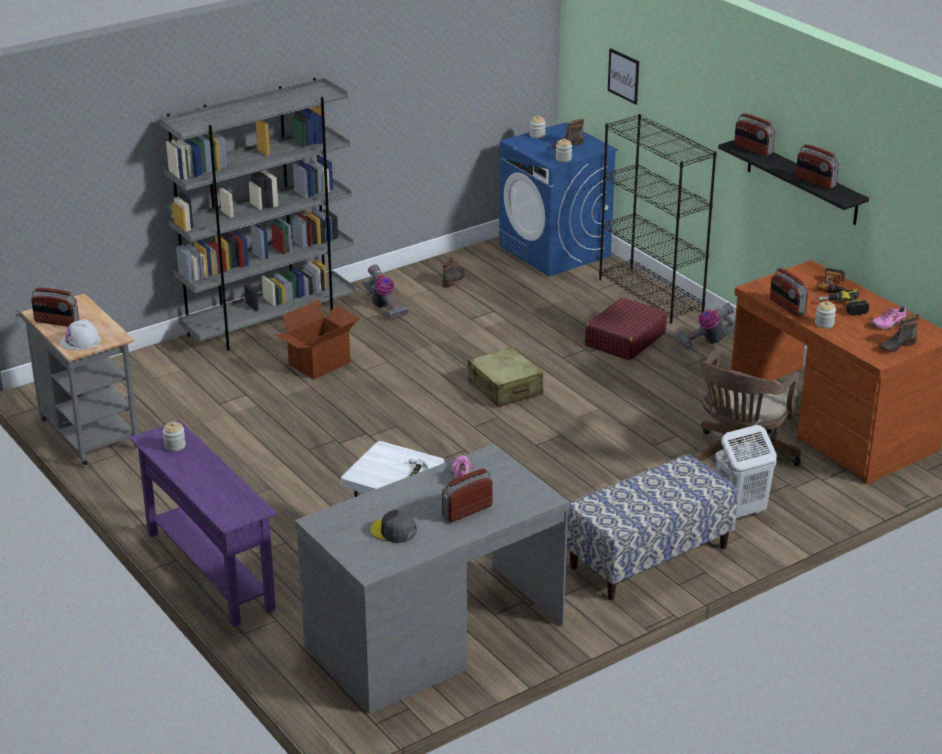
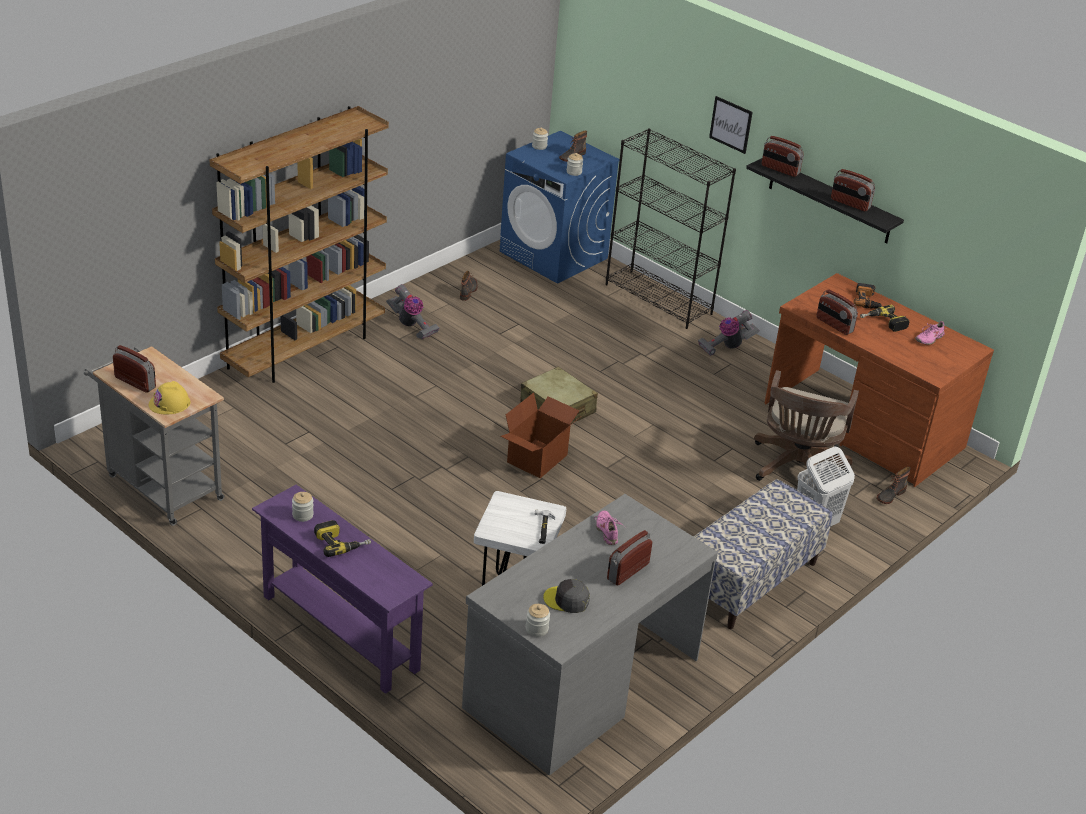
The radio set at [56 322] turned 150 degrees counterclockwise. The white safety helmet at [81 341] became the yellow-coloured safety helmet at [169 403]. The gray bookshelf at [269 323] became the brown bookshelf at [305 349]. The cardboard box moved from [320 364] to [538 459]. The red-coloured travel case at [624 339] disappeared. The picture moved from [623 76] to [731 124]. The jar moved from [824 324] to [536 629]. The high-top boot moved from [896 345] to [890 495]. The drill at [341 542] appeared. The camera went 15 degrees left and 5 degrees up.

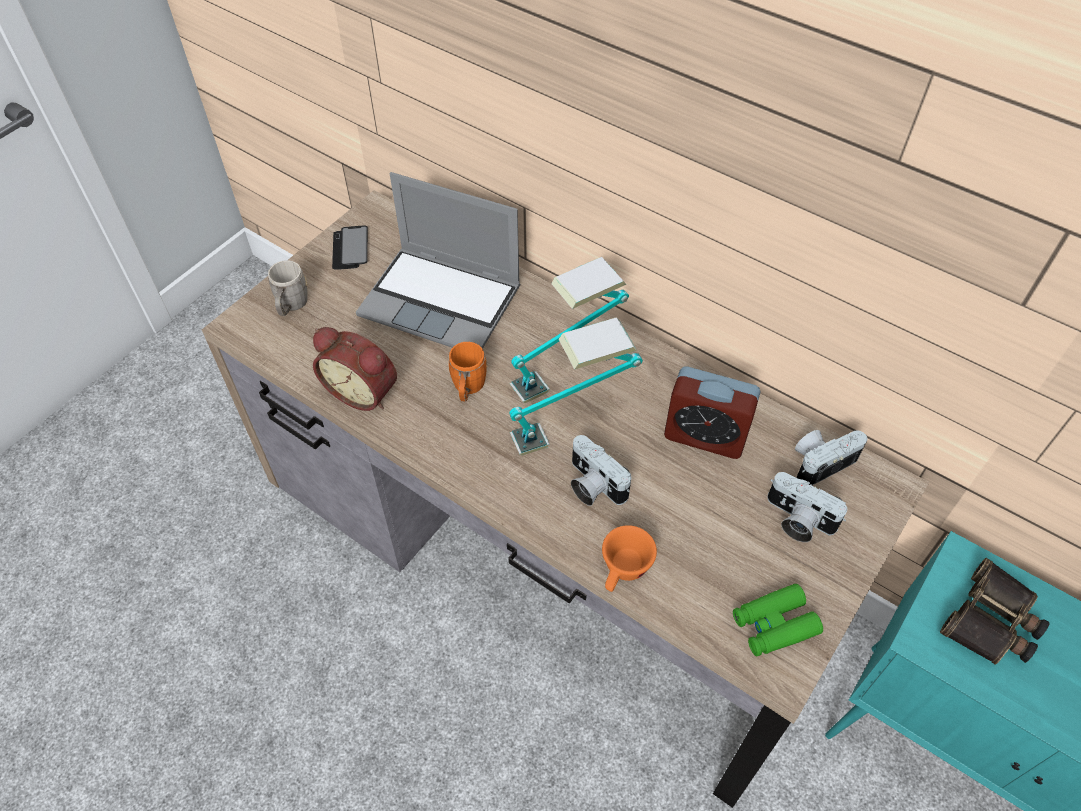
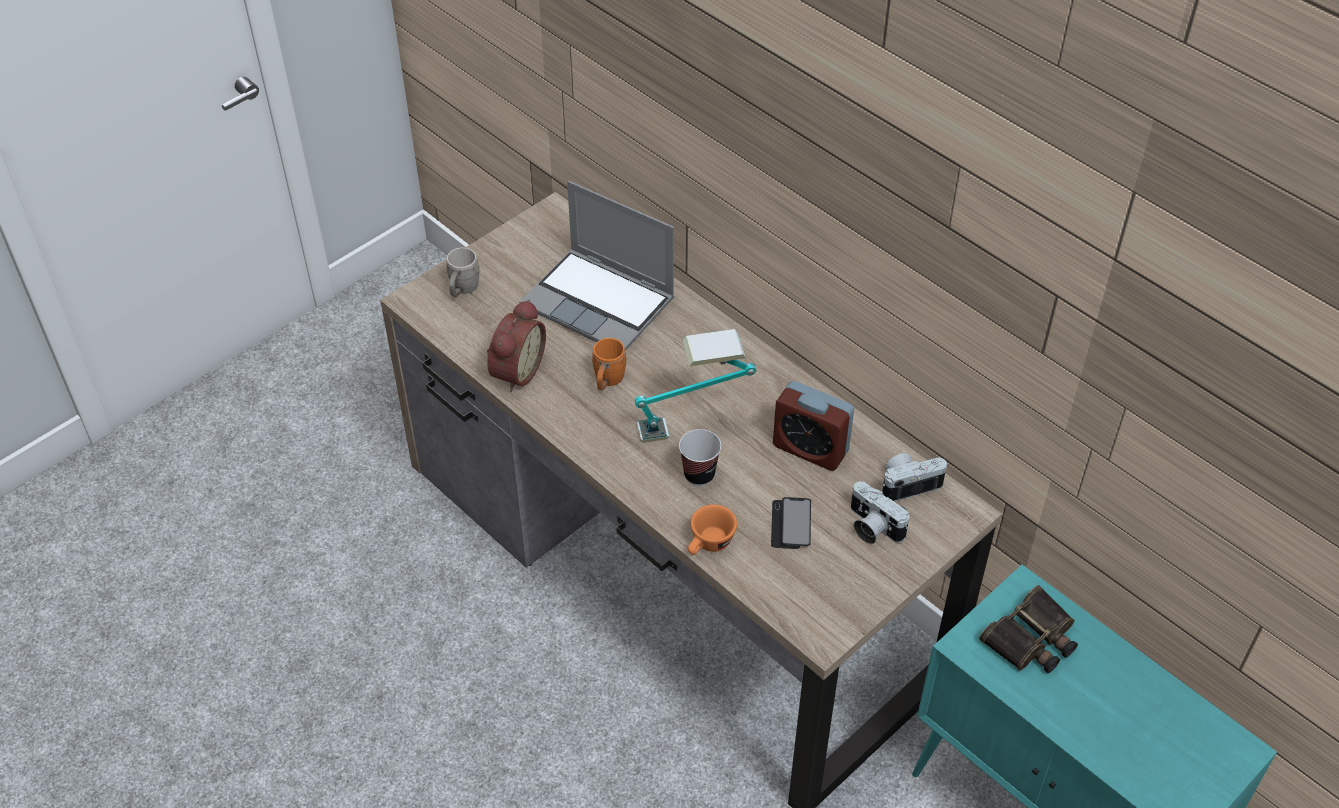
The alarm clock at [363 390] turned 105 degrees counterclockwise. The phone moved from [350 249] to [791 524]. The table lamp at [567 370] disappeared. The still camera at [592 485] was replaced by the cup at [699 474]. The green-coloured field glasses at [774 625] disappeared. The camera went 10 degrees right and 5 degrees down.

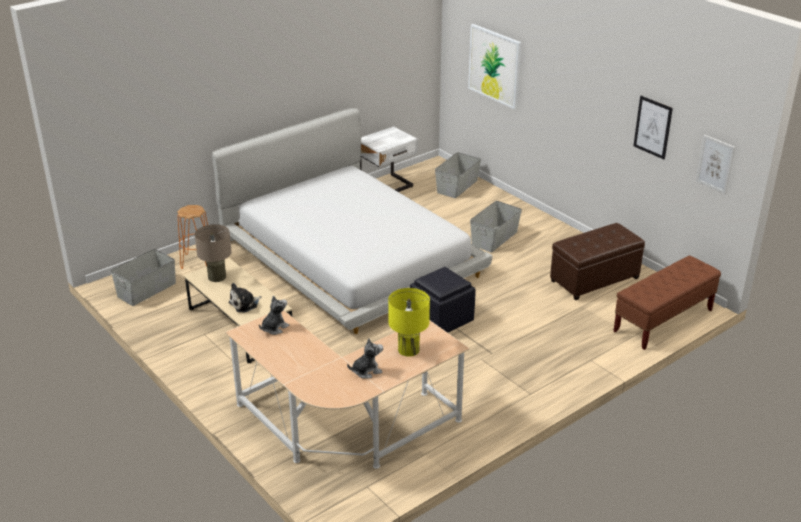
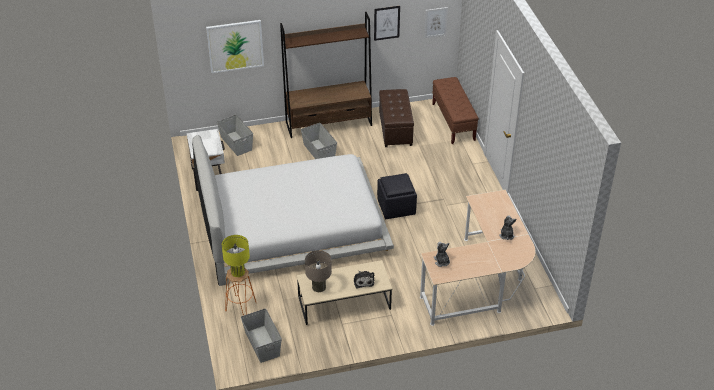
The yellow-coloured table lamp moved from [408 349] to [238 272]. The brown bookshelf at [329 123] appeared. The camera went 65 degrees left and 10 degrees up.

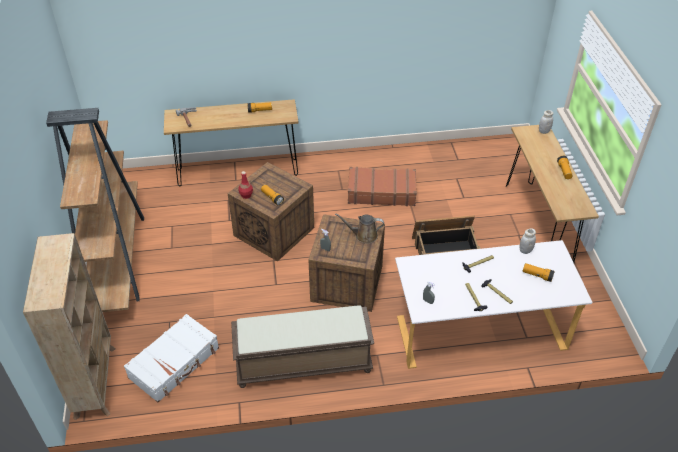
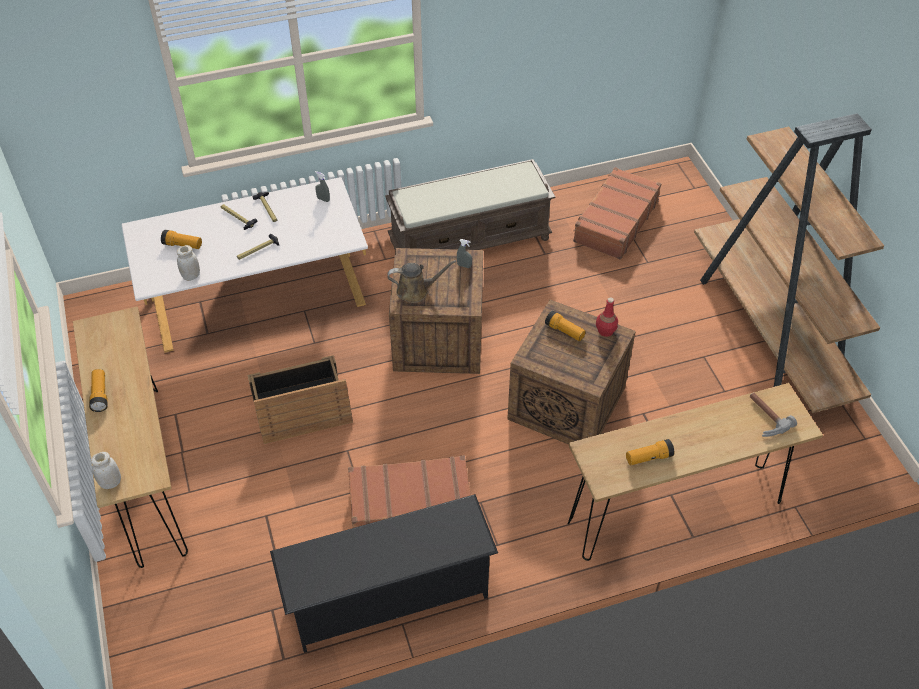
The beige-coloured bookshelf at [95 381] disappeared. The white travel case at [175 363] became the brown travel case at [615 221]. The black shoe stand at [388 597] appeared. The camera went 170 degrees right and 5 degrees up.

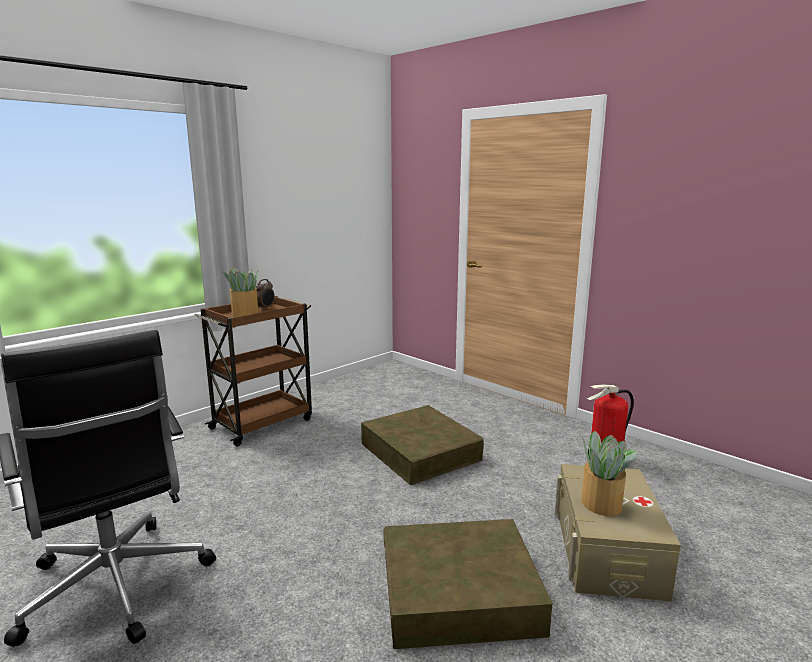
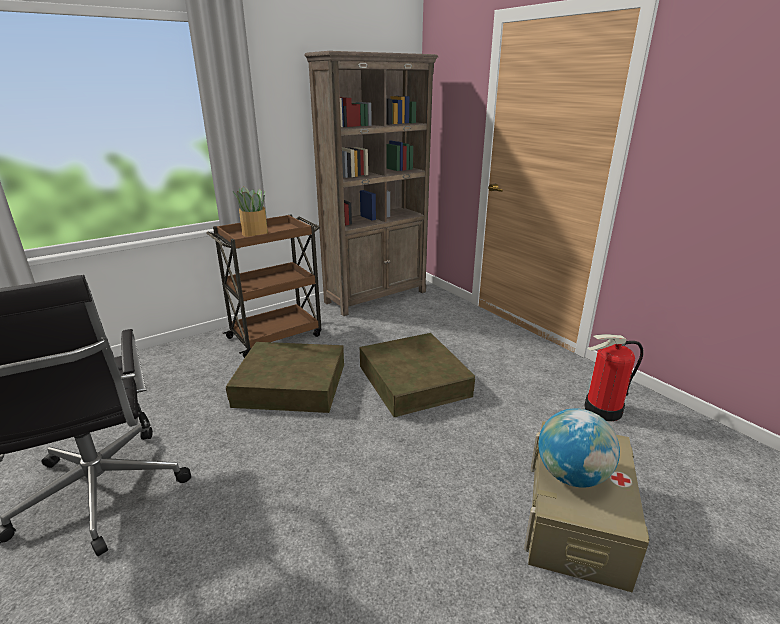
The alarm clock at [265 308] disappeared. The brown storage box moved from [459 592] to [291 385]. The houseplant at [601 503] was replaced by the world globe at [572 475]. The brown bookshelf at [376 297] appeared. The camera went 10 degrees right and 10 degrees up.

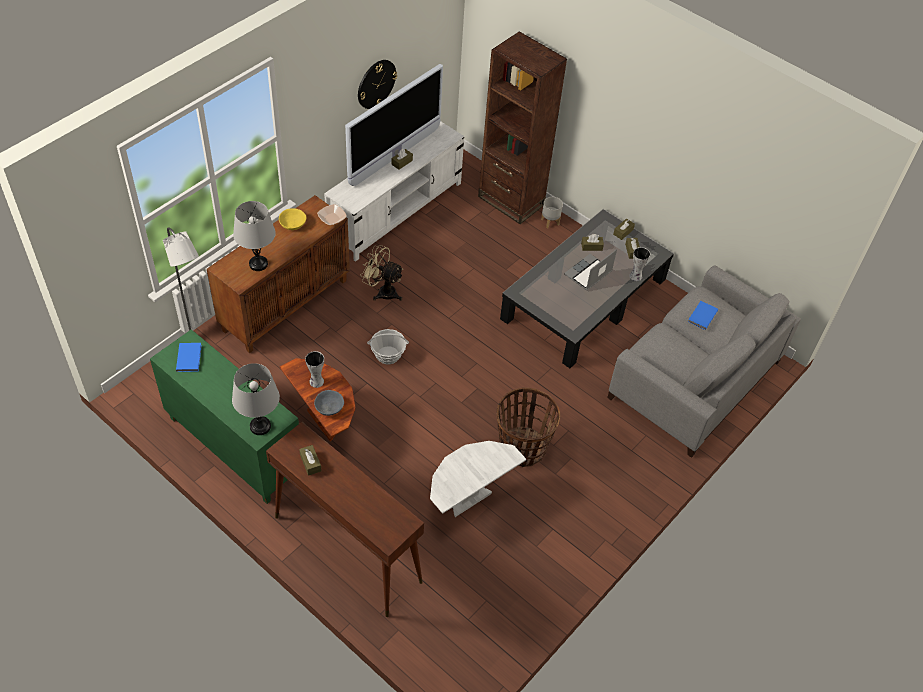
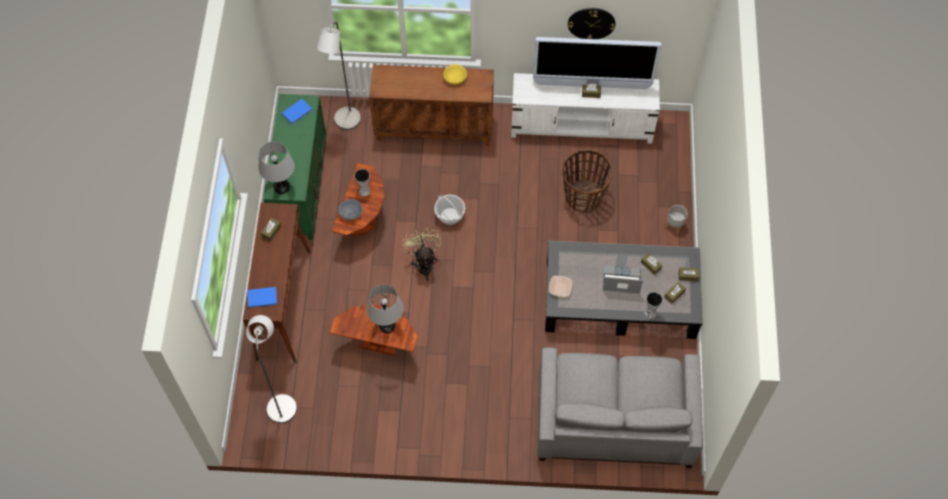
The gray table lamp moved from [258 264] to [387 325]. The bowl moved from [332 218] to [560 288]. The beige-coloured electric fan moved from [382 291] to [424 263]. The white side table at [468 499] became the brown side table at [379 345]. The brown bookshelf at [511 201] disappeared. The storage basket moved from [522 448] to [583 196]. The blue-coloured book moved from [701 316] to [261 297]. The gray standard lamp at [282 403] appeared. The camera went 55 degrees right and 10 degrees up.

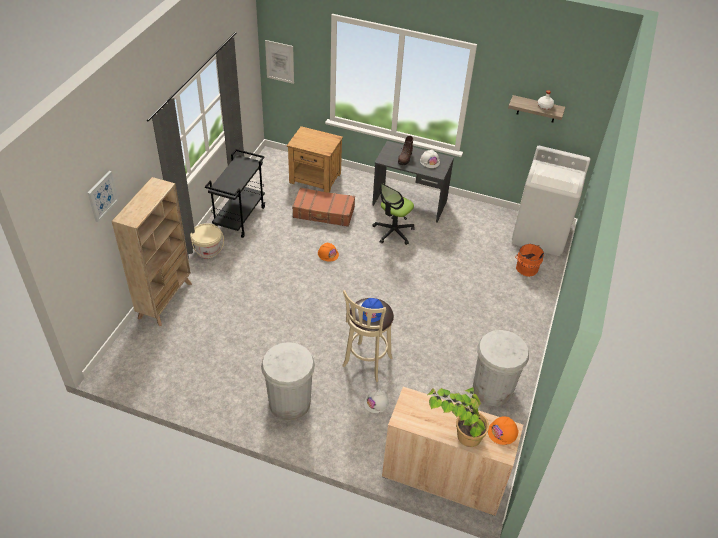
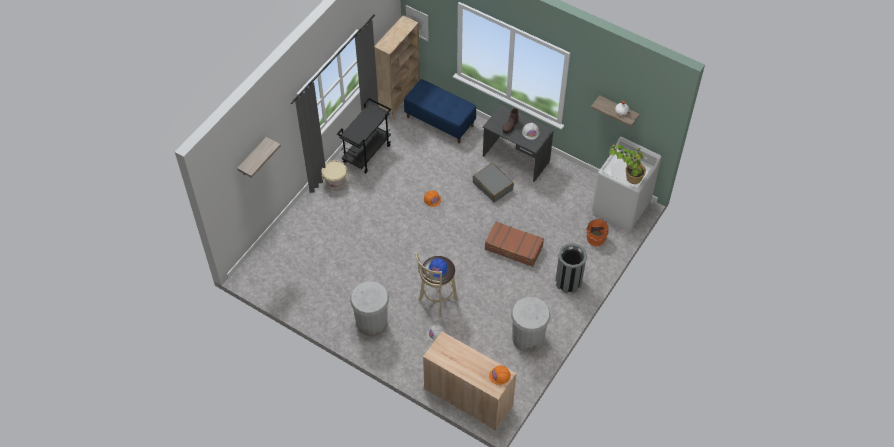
The picture at [102 196] was replaced by the bracket shelf at [252 157]. The beige-coloured bookshelf moved from [165 300] to [400 101]. The brown night table at [315 179] was replaced by the blue-coloured bench at [440 121]. The brown travel case moved from [324 213] to [513 248]. The computer chair at [393 232] was replaced by the gray travel case at [493 186]. The houseplant moved from [456 432] to [626 174]. The gray waste bin at [568 282] appeared. The camera went 15 degrees right and 10 degrees up.

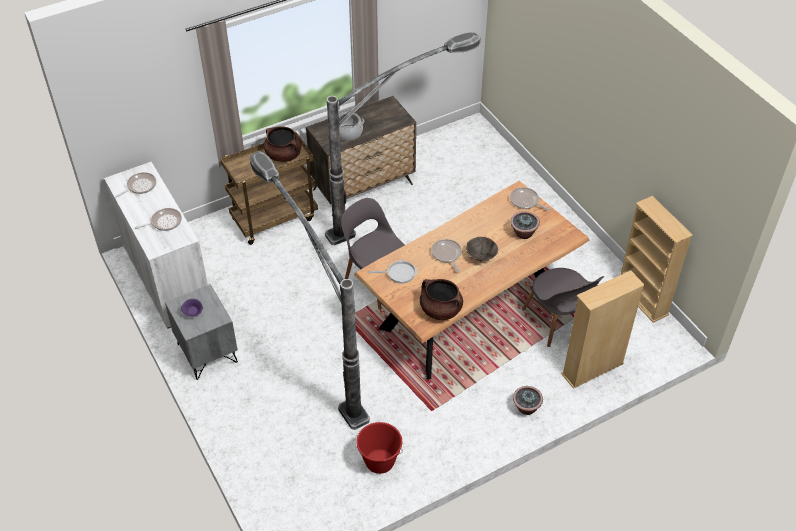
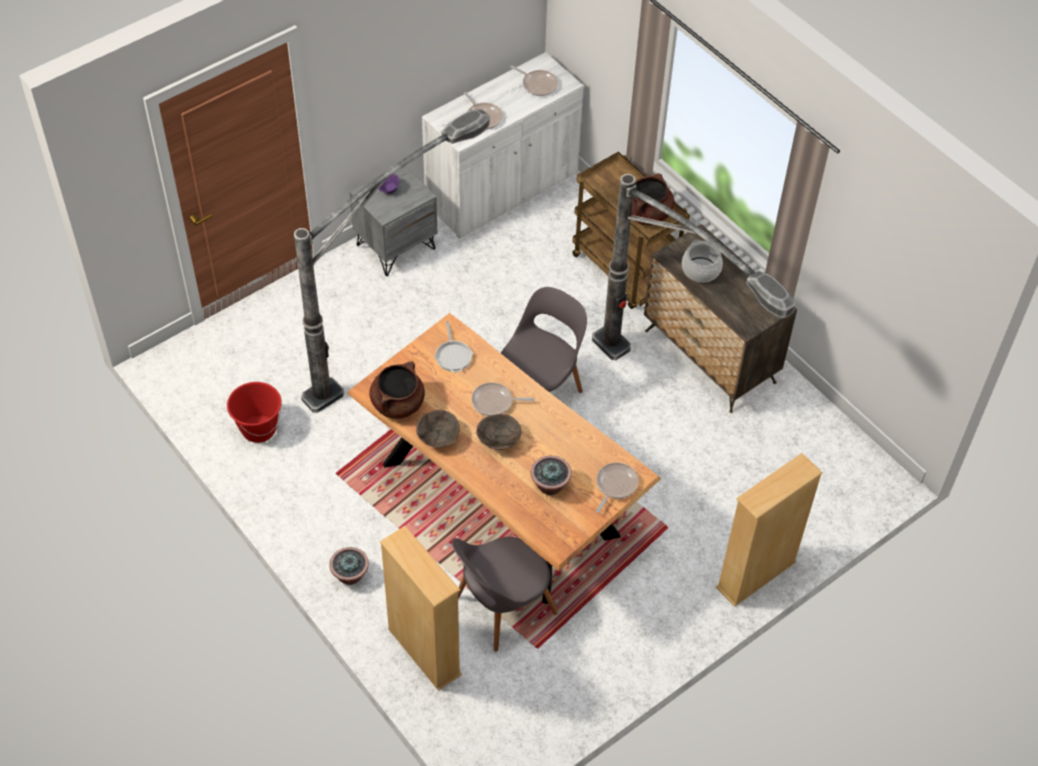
The frying pan at [447 254] turned 150 degrees counterclockwise. The beige-coloured bookshelf moved from [642 299] to [756 575]. The brown bowl at [438 437] appeared. The camera went 80 degrees right and 5 degrees up.

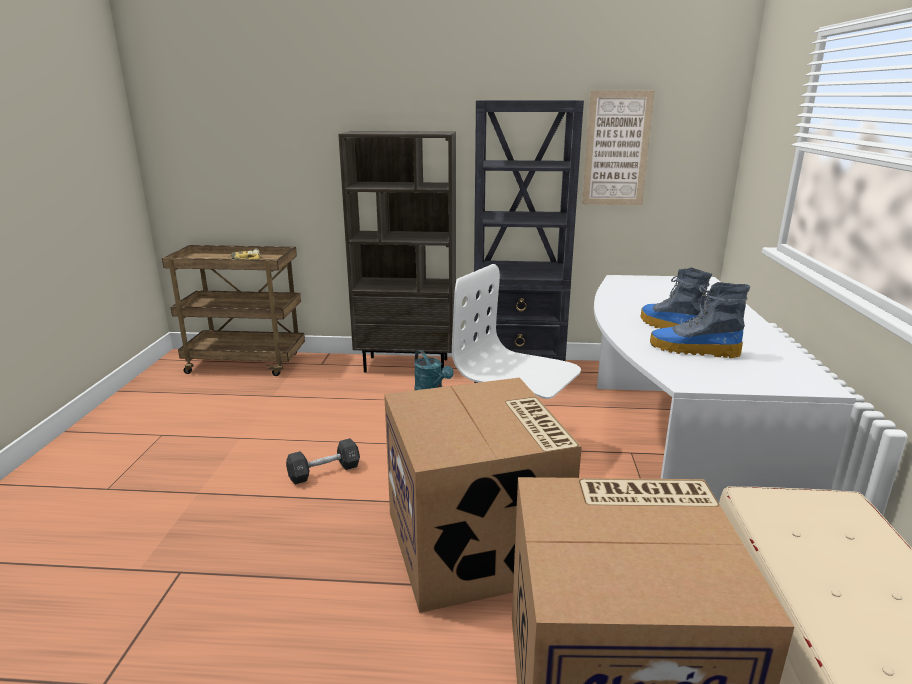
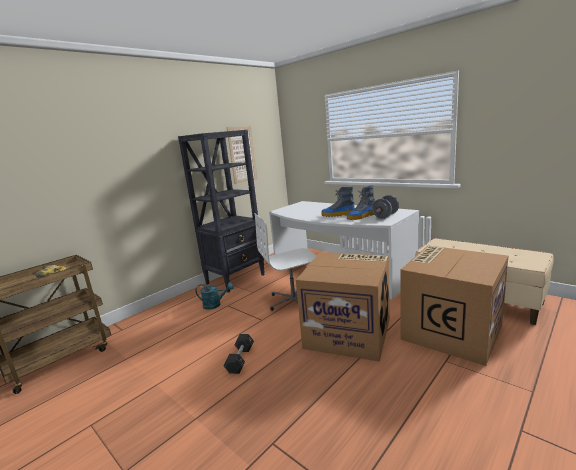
The brown bookshelf at [407 365] disappeared. The gray hand weight at [385 216] appeared. The camera went 50 degrees left and 5 degrees down.

